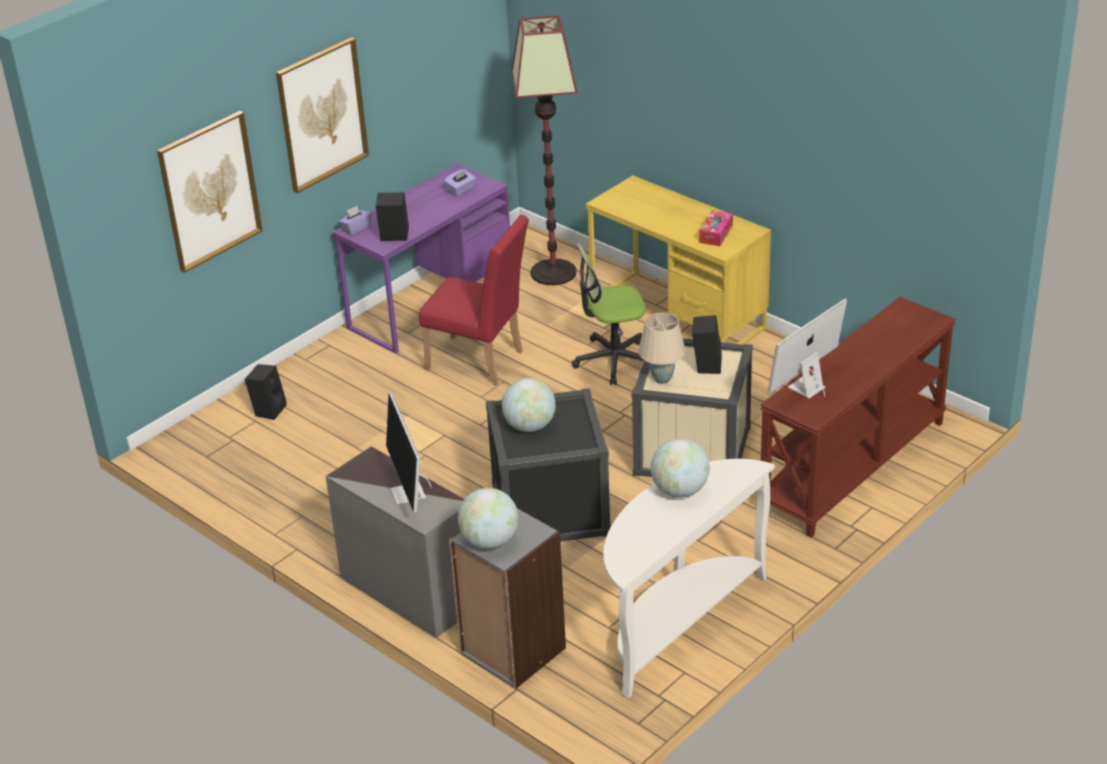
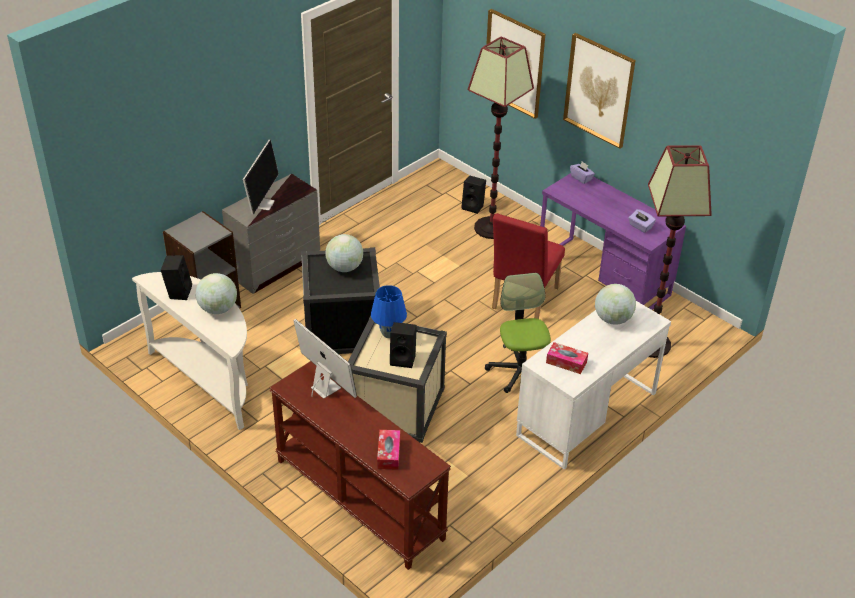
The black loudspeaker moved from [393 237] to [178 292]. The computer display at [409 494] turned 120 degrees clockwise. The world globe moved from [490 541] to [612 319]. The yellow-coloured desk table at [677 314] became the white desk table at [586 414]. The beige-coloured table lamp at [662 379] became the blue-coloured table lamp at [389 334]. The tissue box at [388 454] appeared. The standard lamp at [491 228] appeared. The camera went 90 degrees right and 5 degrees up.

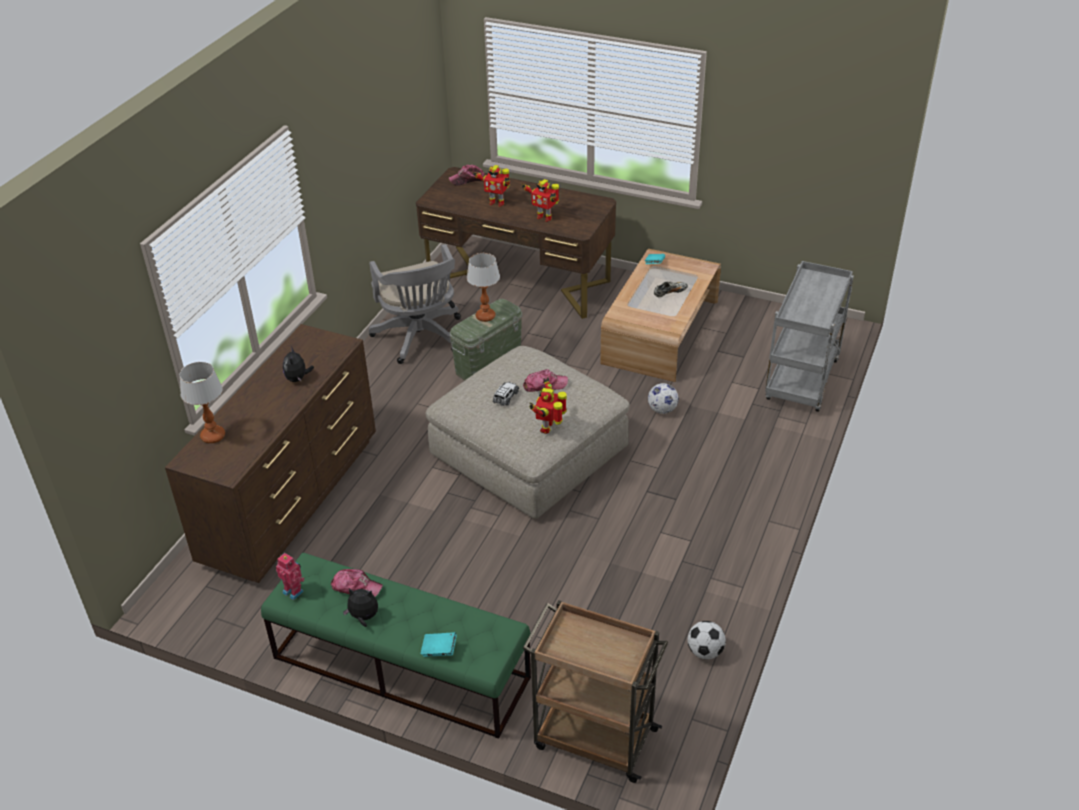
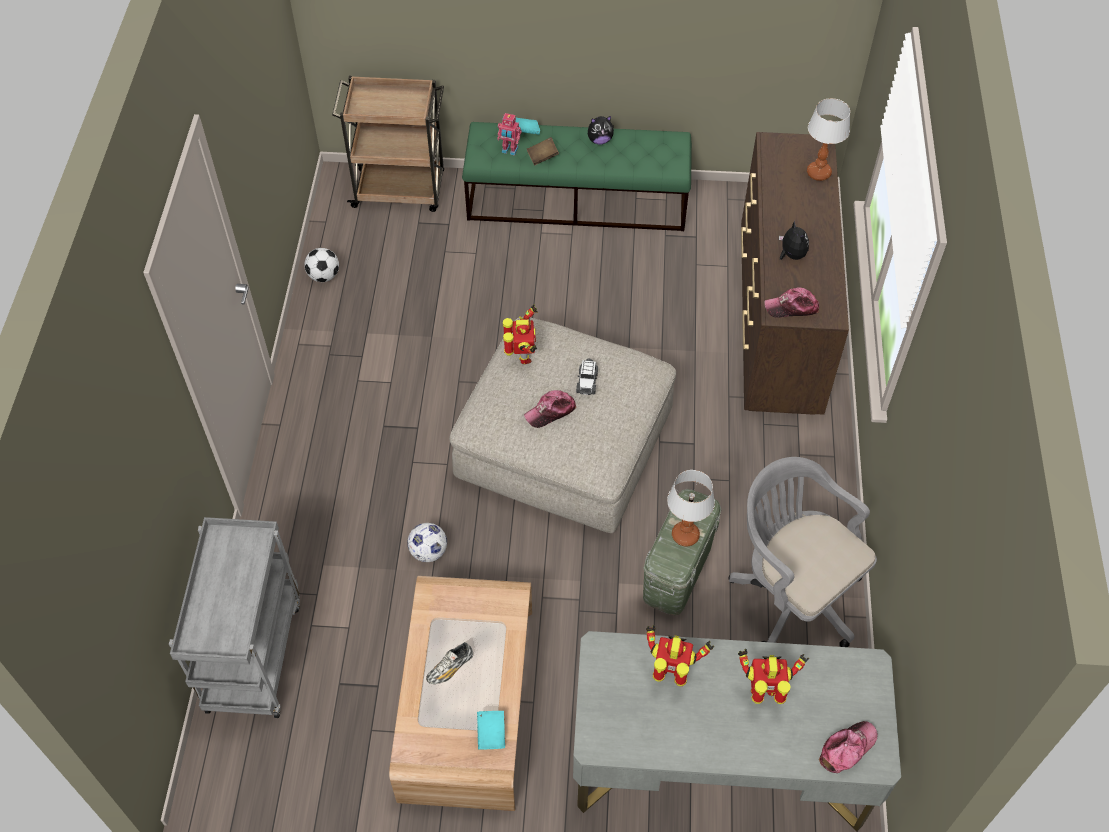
The robot figure moved from [294 591] to [509 150]. The peaked cap moved from [356 587] to [791 307]. The brown desk table at [518 281] became the gray desk table at [719 763]. The brown book at [542 157] appeared. The camera went 160 degrees right and 15 degrees up.

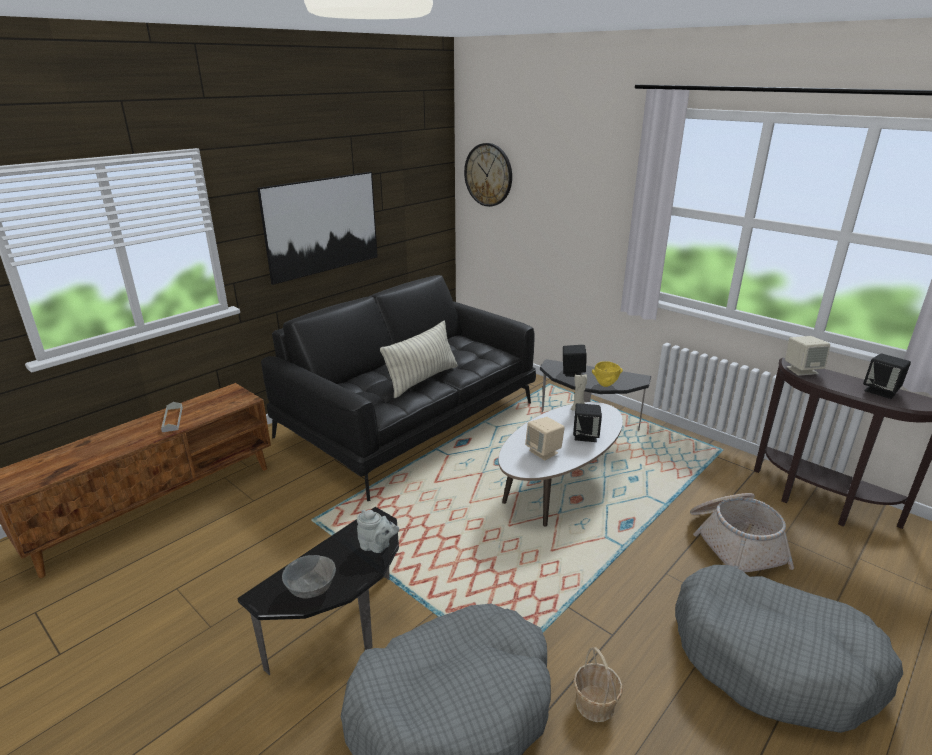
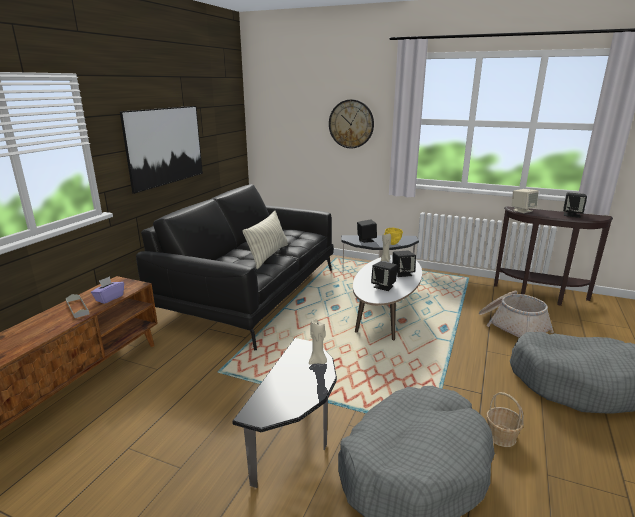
The gray bowl at [311 589] disappeared. The gray teapot at [377 546] was replaced by the beige-coloured wax light at [318 361]. The hanging clock moved from [488 175] to [351 124]. The beige-coloured loudspeaker at [544 452] became the black loudspeaker at [383 286]. The purplish tissue box at [109 298] appeared. The camera went 20 degrees left and 5 degrees down.

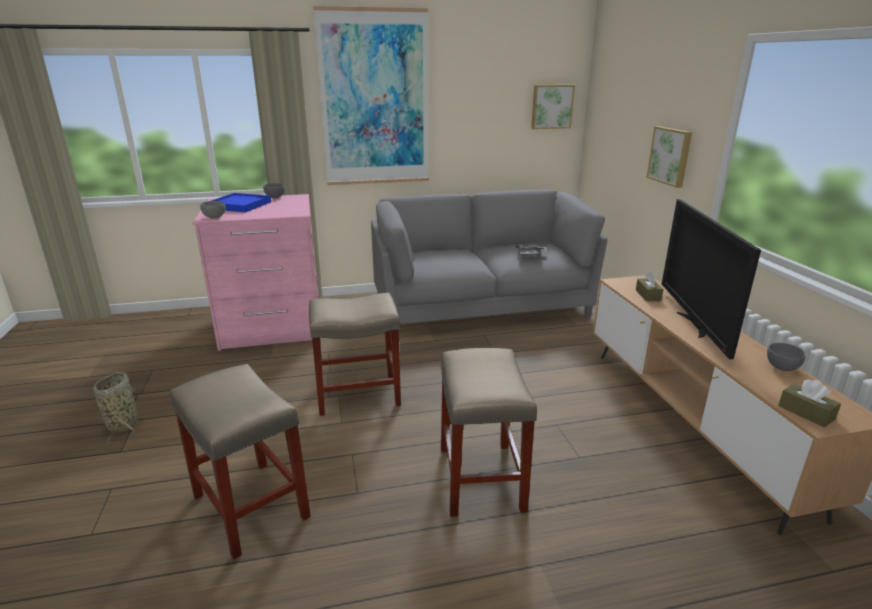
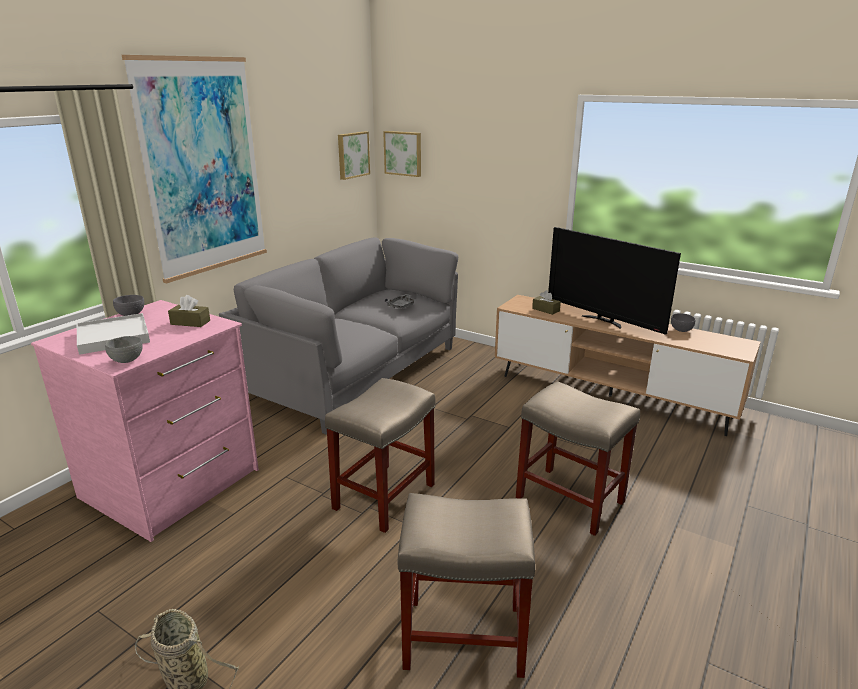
The blue-coloured carrying tray at [240 205] became the white carrying tray at [113 337]. The picture moved from [670 156] to [403 153]. The brown tissue box moved from [806 412] to [190 322]. The camera went 45 degrees left and 0 degrees up.

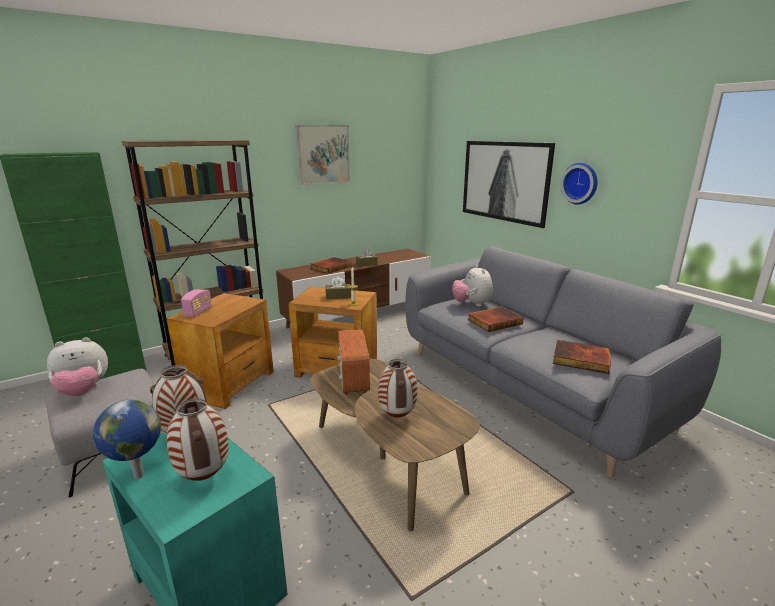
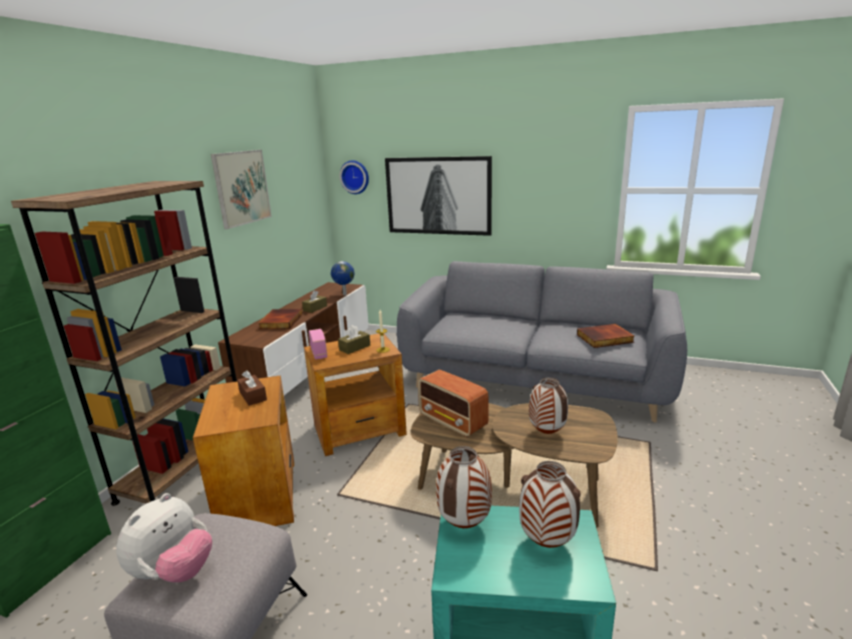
The world globe moved from [137 475] to [344 294]. The radio set moved from [198 312] to [319 353]. The soft toy at [471 304] disappeared. The book at [494 321] disappeared. The hanging clock moved from [581 183] to [355 177]. The brown tissue box at [253 396] appeared. The camera went 35 degrees left and 0 degrees up.

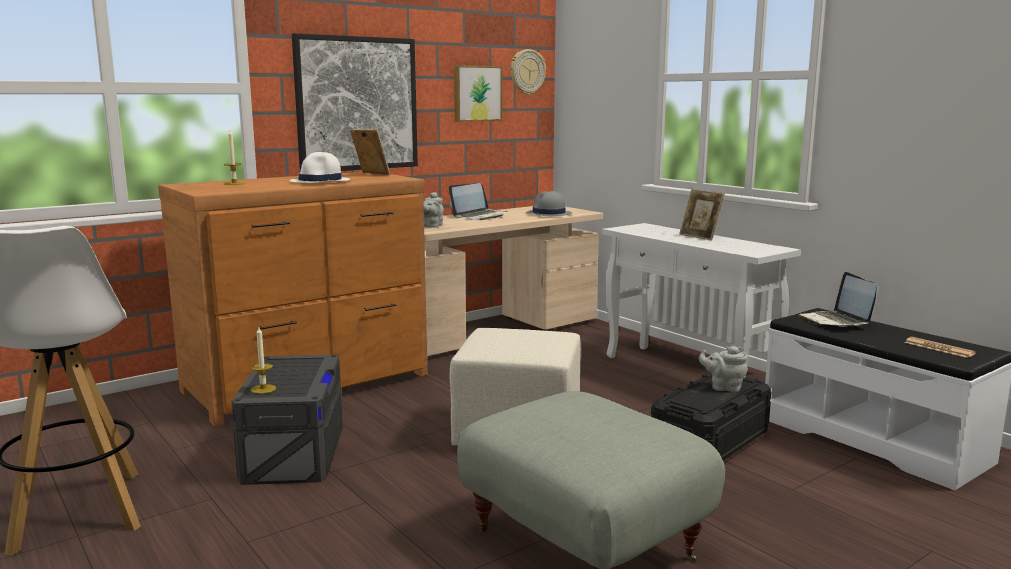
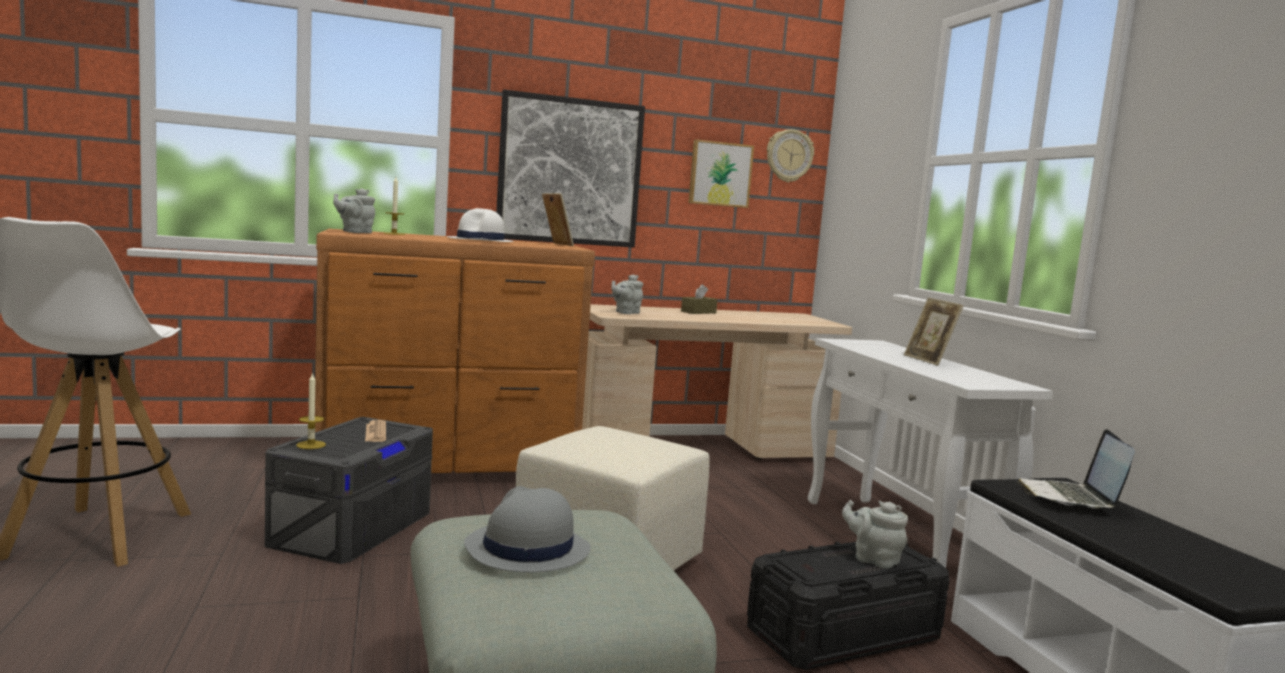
The laptop at [480 216] was replaced by the brown tissue box at [698 312]. The gray wearable hat moved from [548 214] to [526 549]. The newspaper moved from [939 348] to [375 432]. The gray teapot at [355 232] appeared. The camera went 20 degrees right and 5 degrees down.

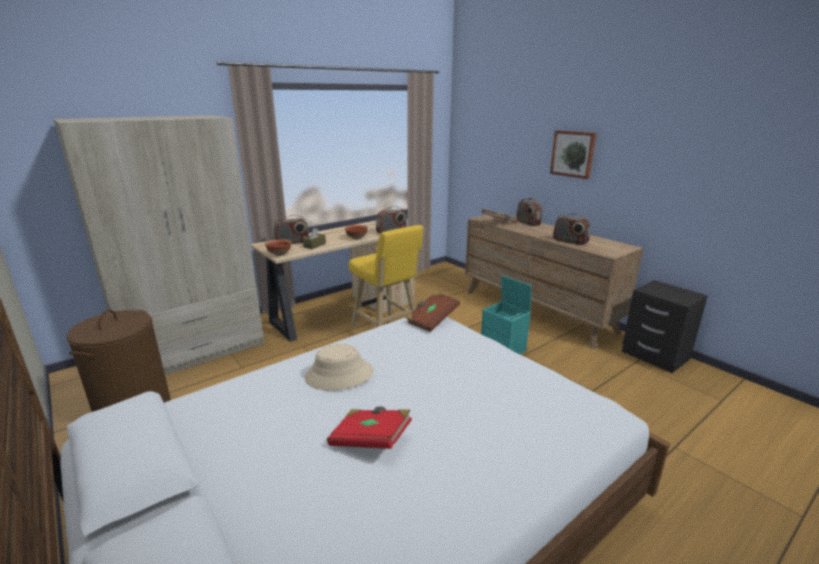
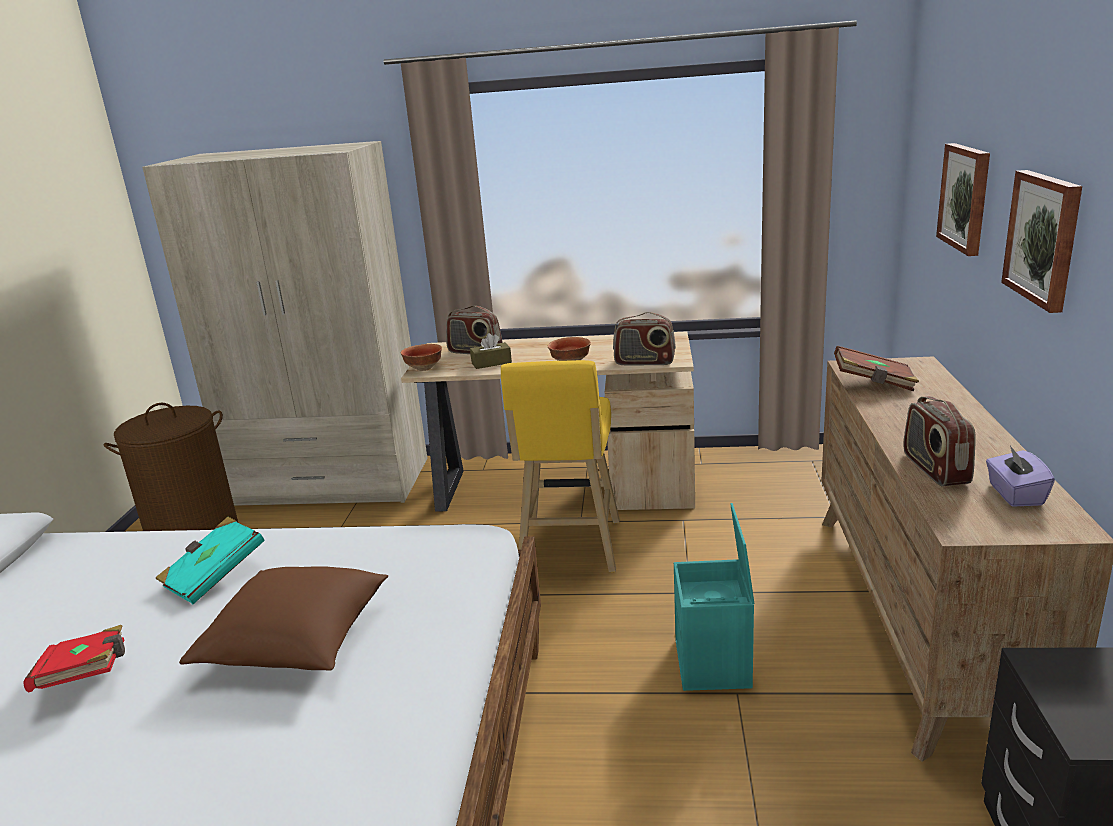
The beige-coloured wearable hat at [339 375] was replaced by the turquoise-coloured book at [214 576]. The brown book at [432 320] disappeared. The radio set at [527 223] disappeared. The brown pillow at [298 644] appeared. The picture at [966 197] appeared. The purplish tissue box at [1015 494] appeared. The camera went 45 degrees right and 0 degrees up.

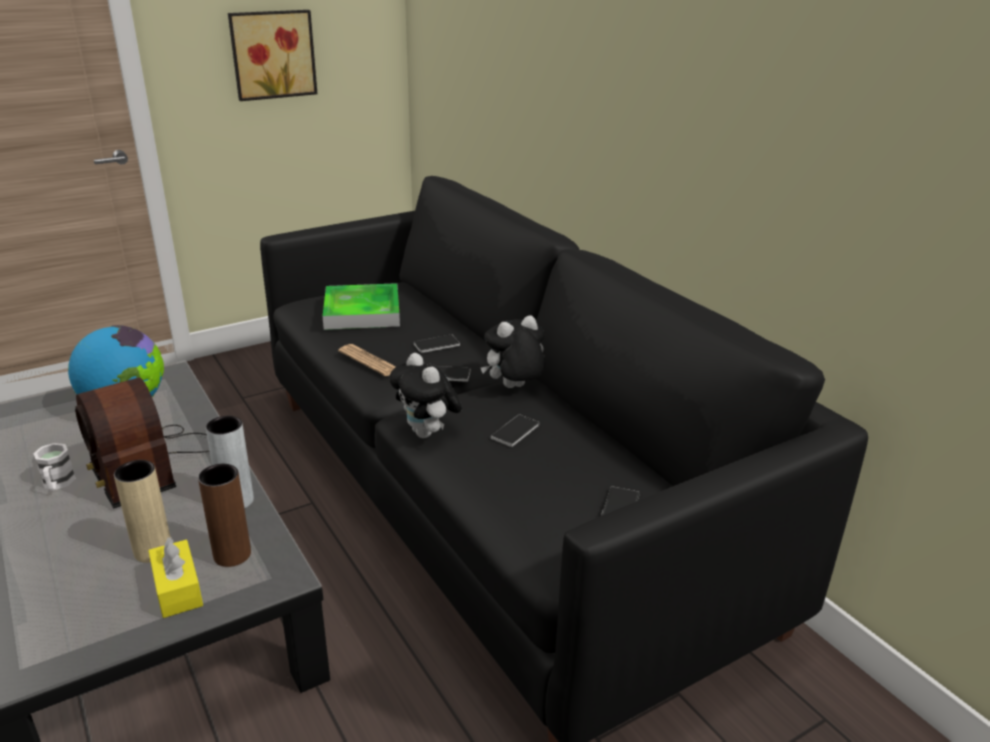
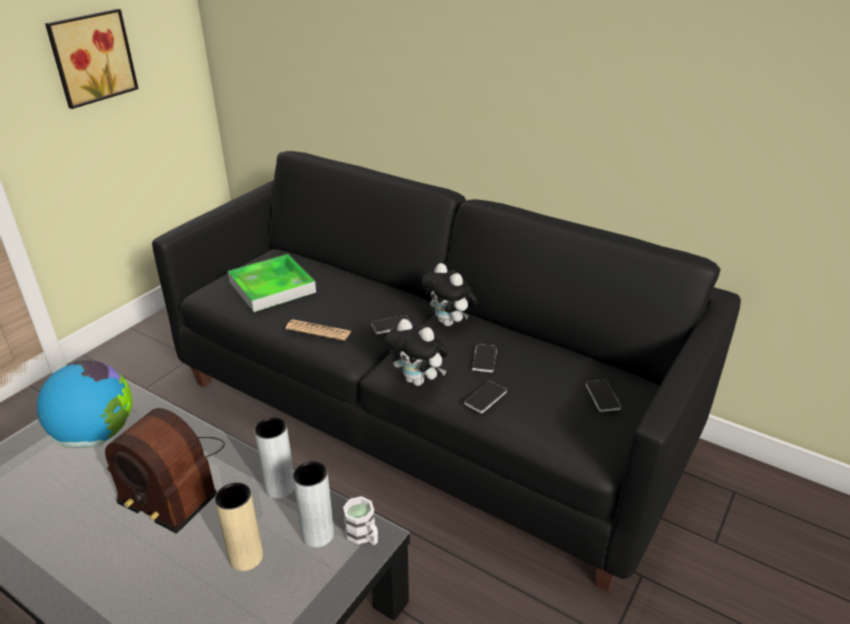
The white coffee mug moved from [57 484] to [364 536]. The yellow-coloured tissue box at [178 589] disappeared. The brown vase at [232 555] became the gray vase at [317 534]. The phone moved from [436 345] to [485 398]. The soft toy at [514 388] turned 75 degrees counterclockwise. The camera went 25 degrees left and 5 degrees up.

